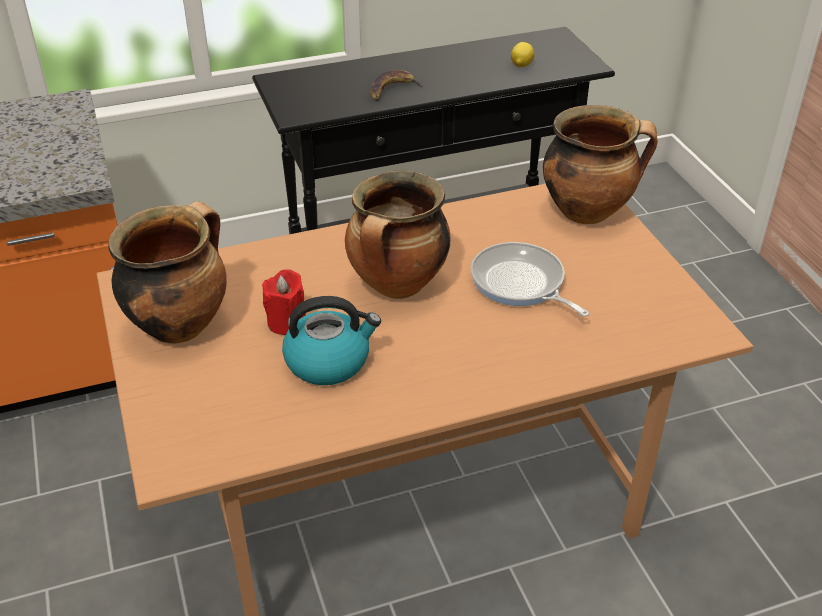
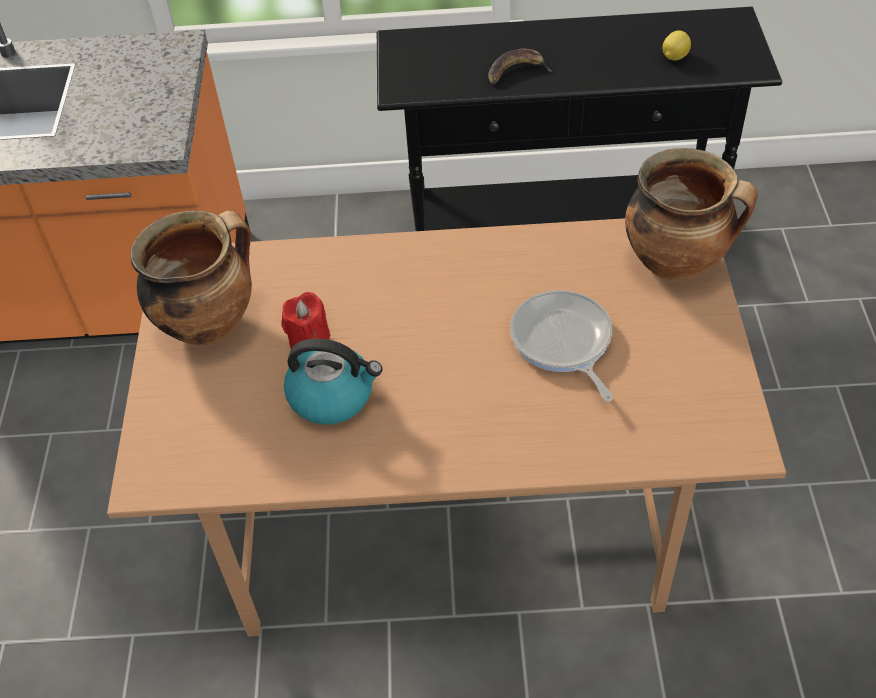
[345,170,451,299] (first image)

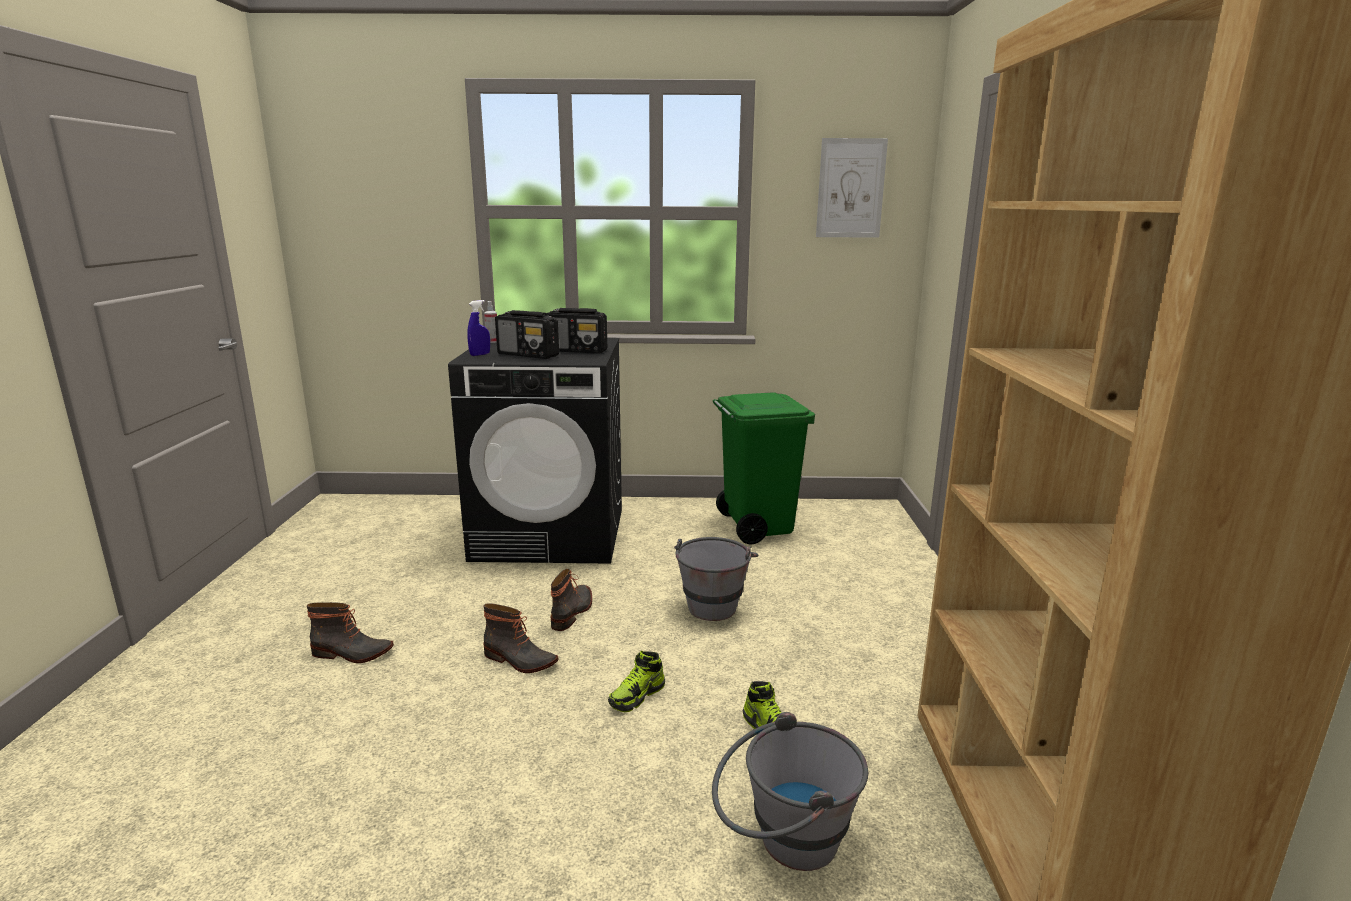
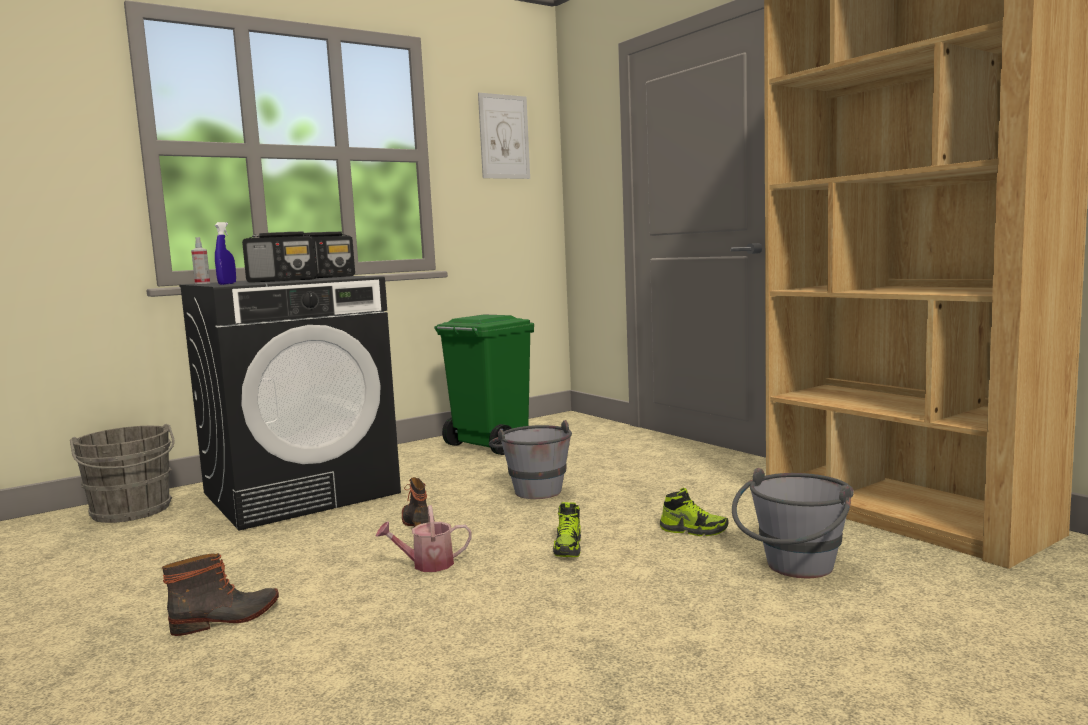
[376,505,472,572]
[70,424,175,523]

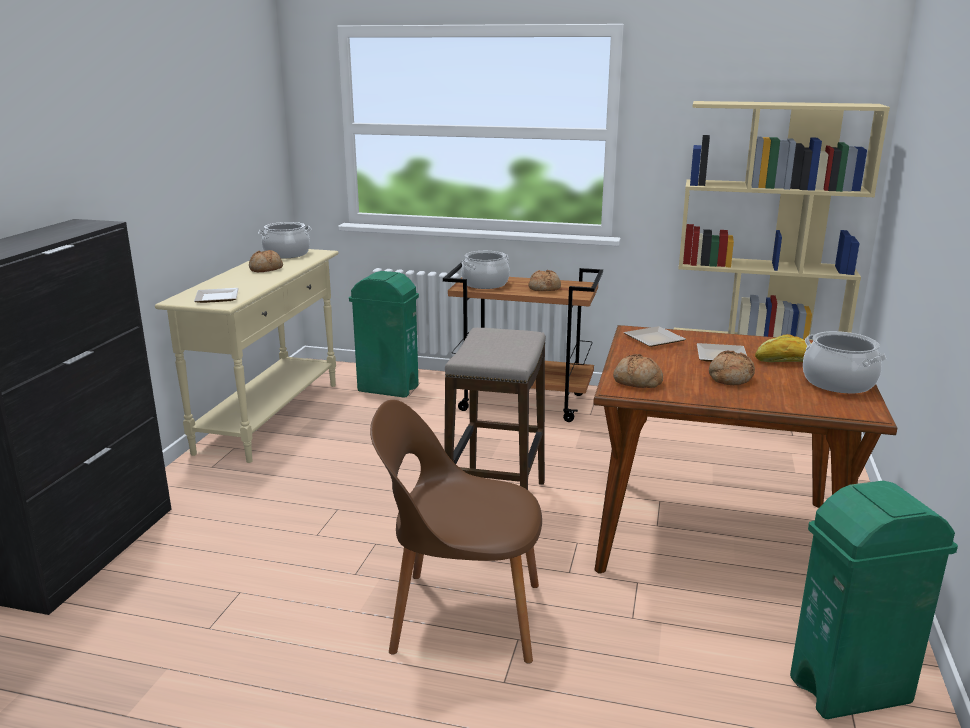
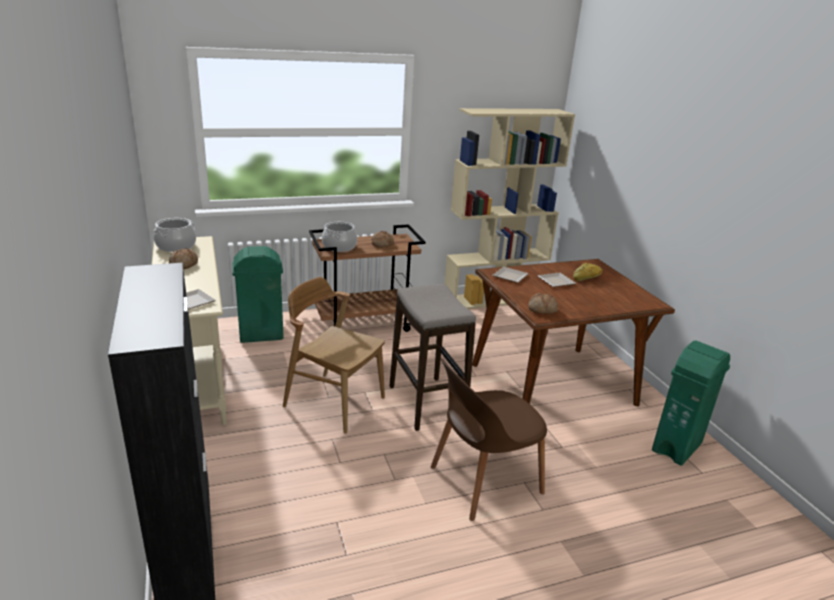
[709,351,755,385] (first image)
[803,331,886,393] (first image)
[283,277,385,434]

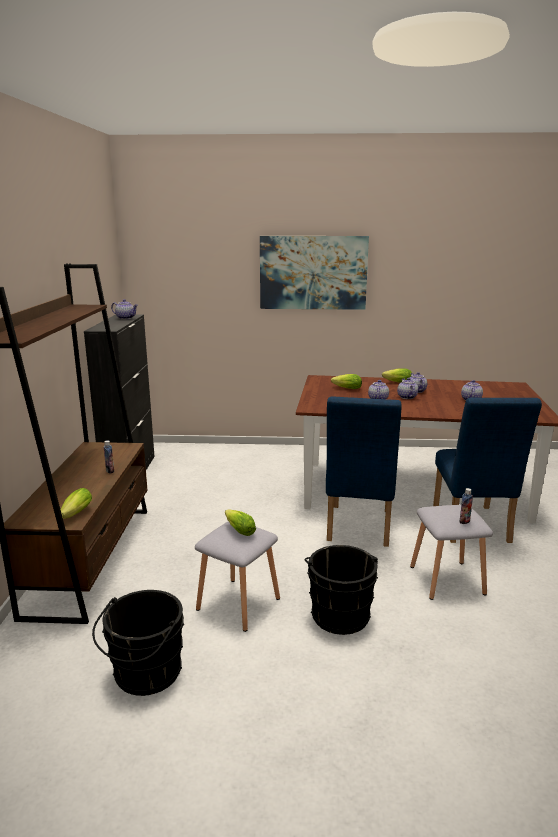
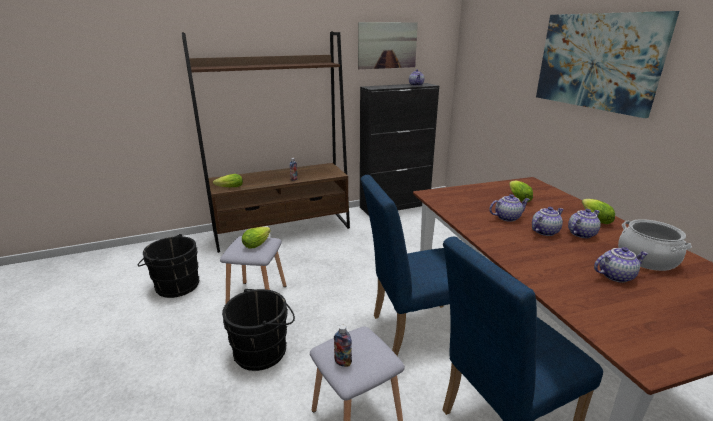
[358,22,418,69]
[618,219,692,271]

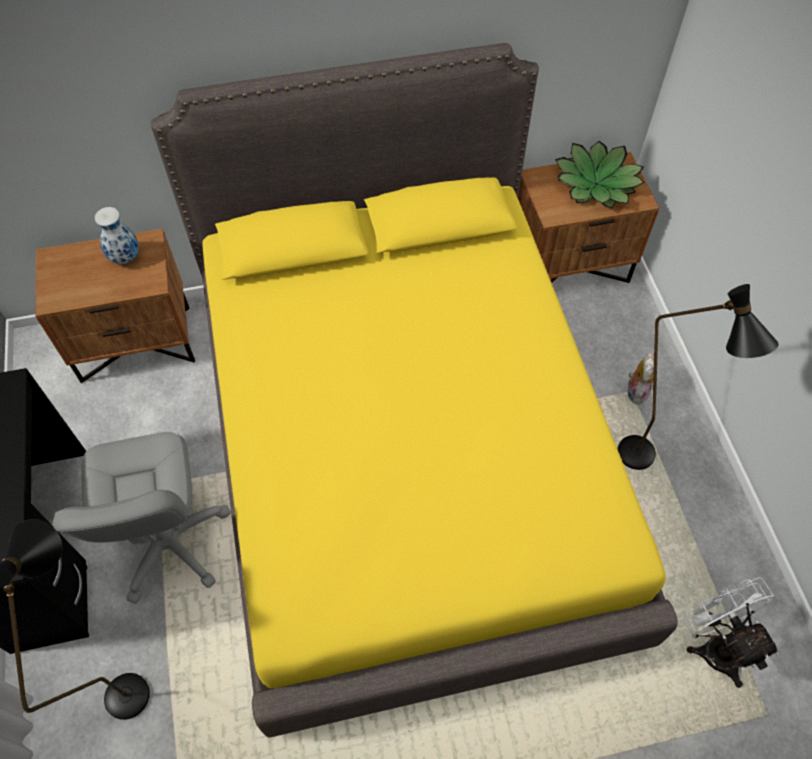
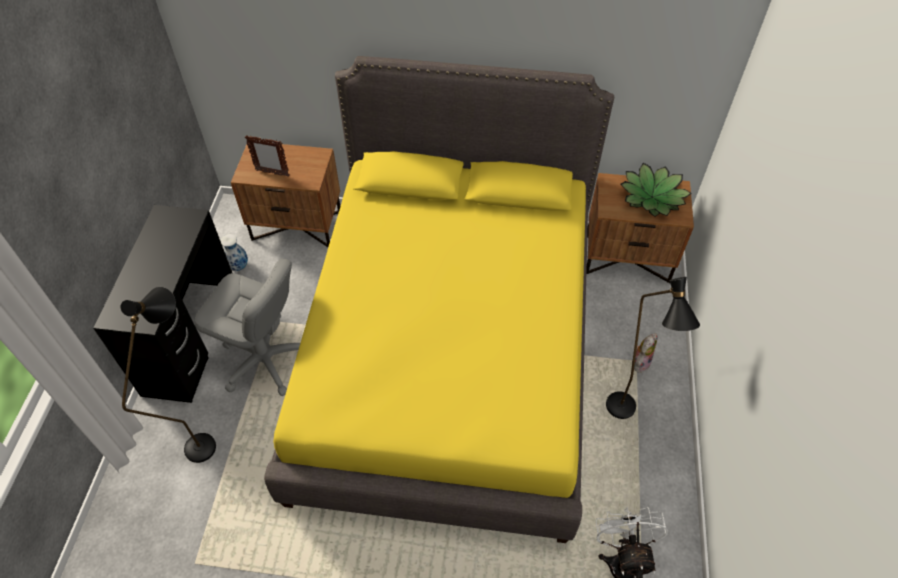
[194,258,300,396]
[221,234,248,271]
[245,135,290,177]

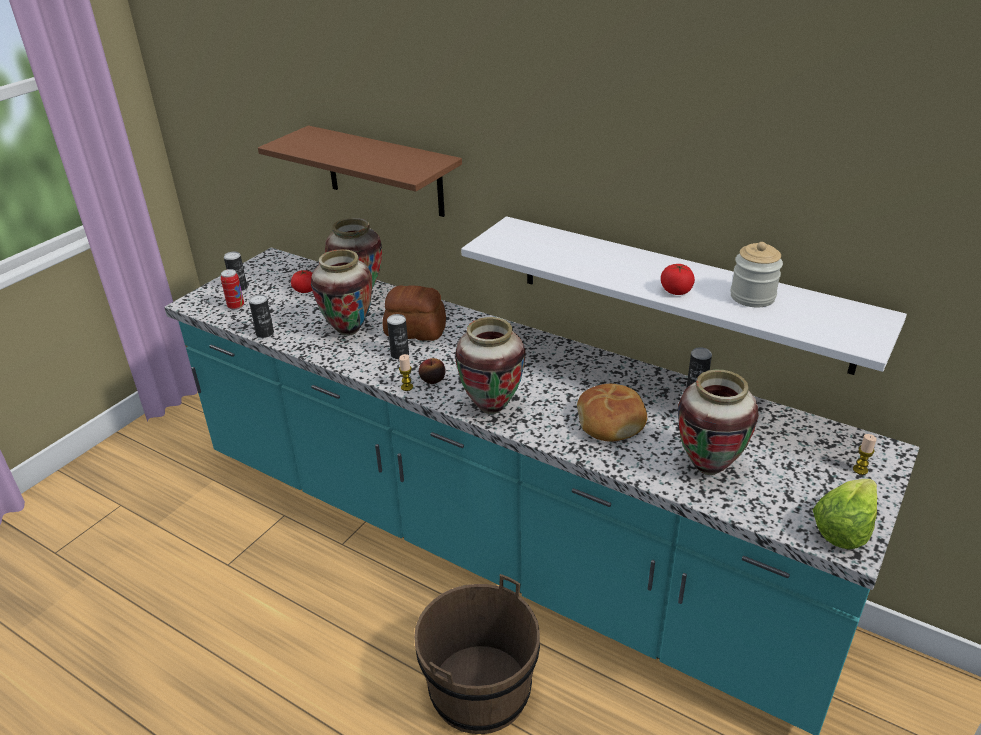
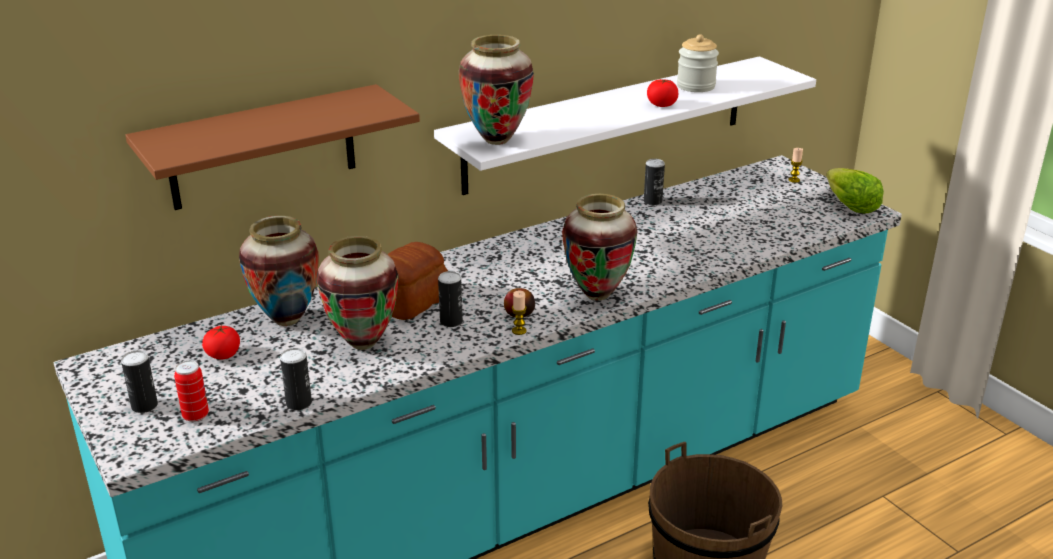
[577,384,647,441] (first image)
[459,35,534,145]

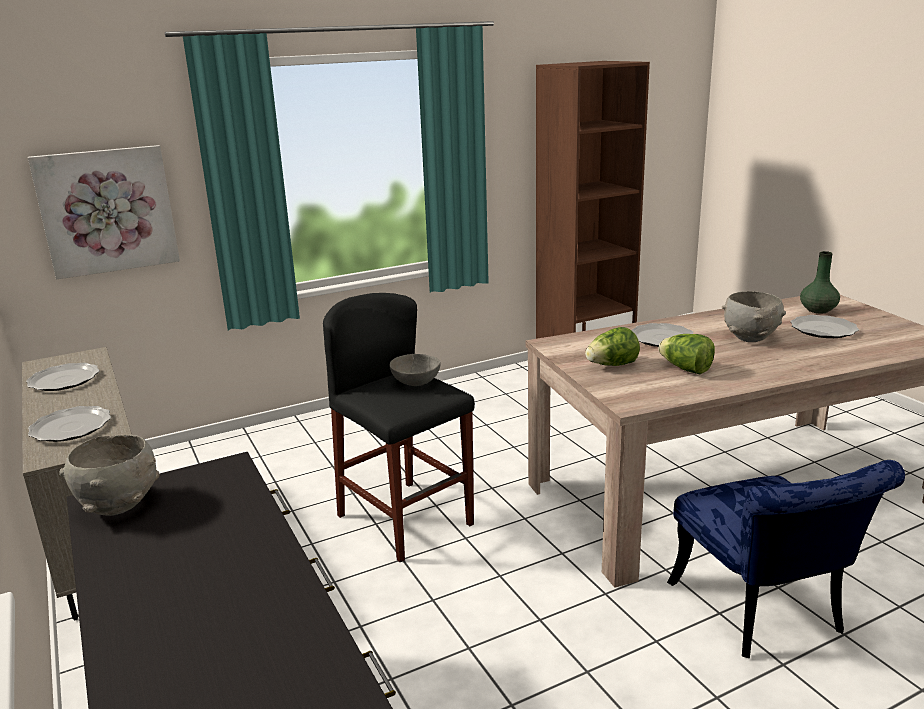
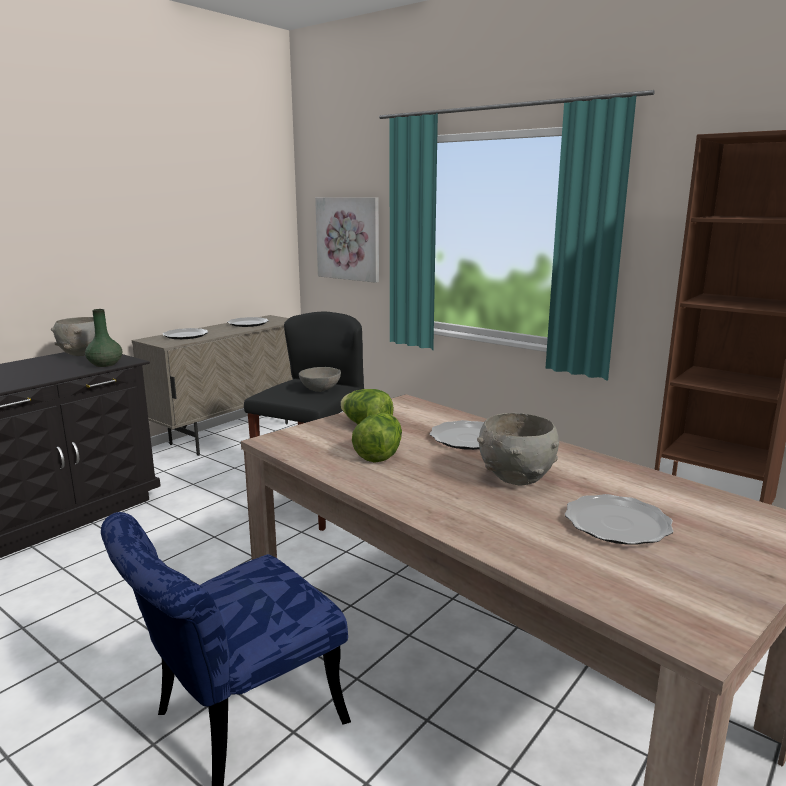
[85,309,122,367]

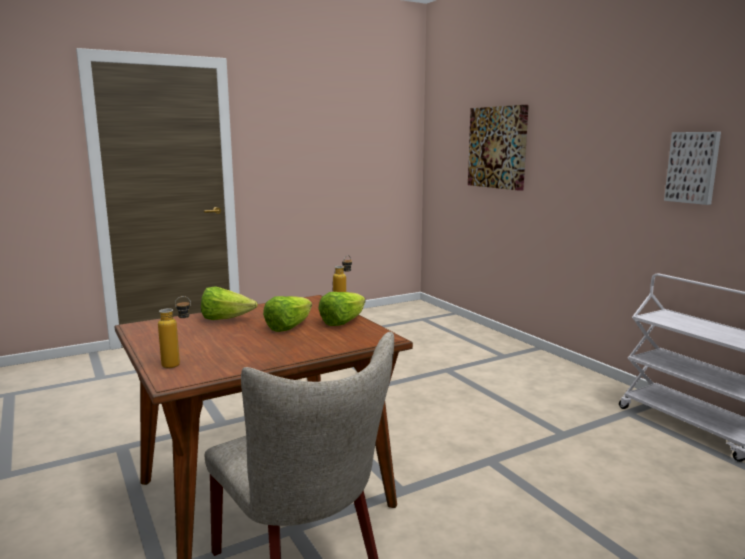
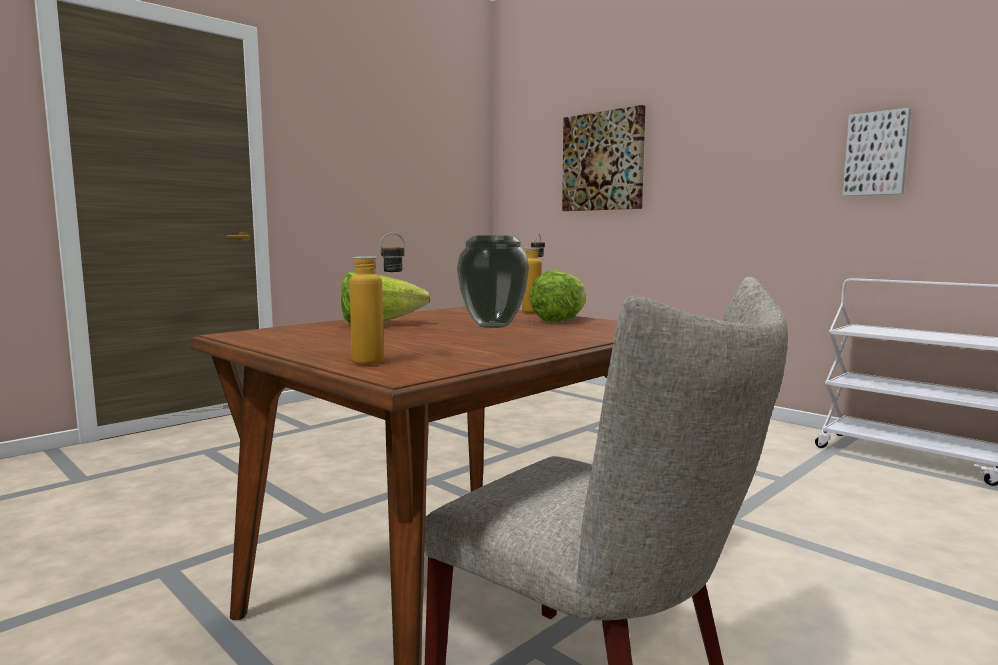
[457,236,529,328]

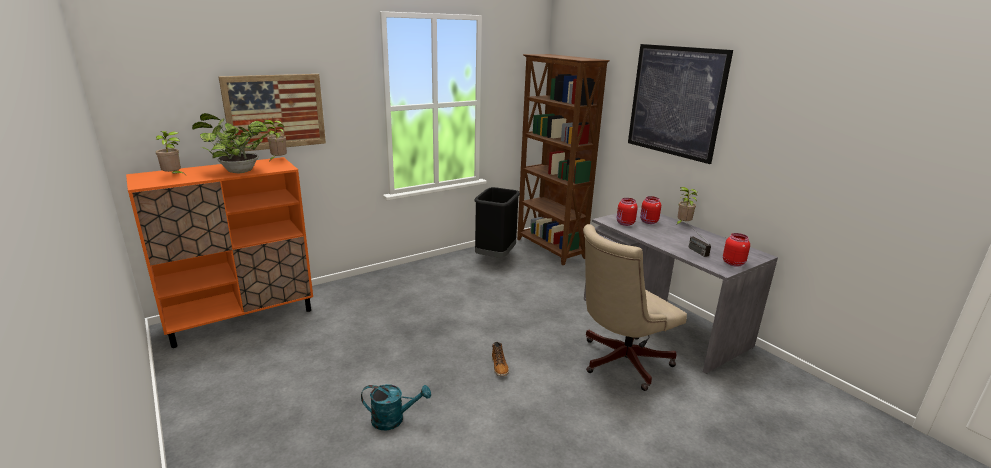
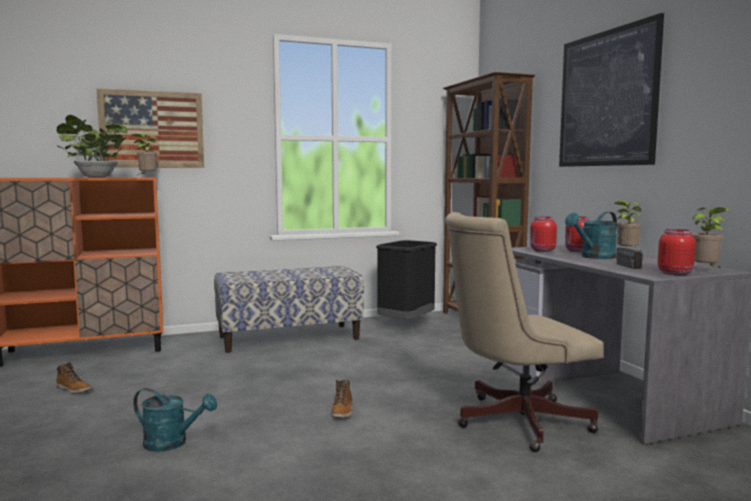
[691,207,730,271]
[56,363,92,394]
[214,266,364,353]
[565,212,617,259]

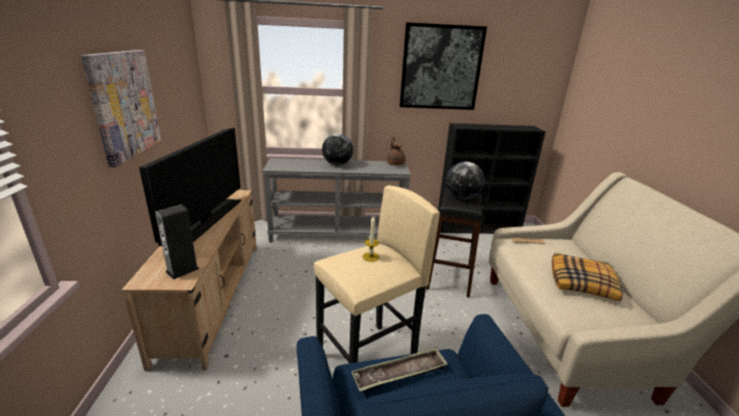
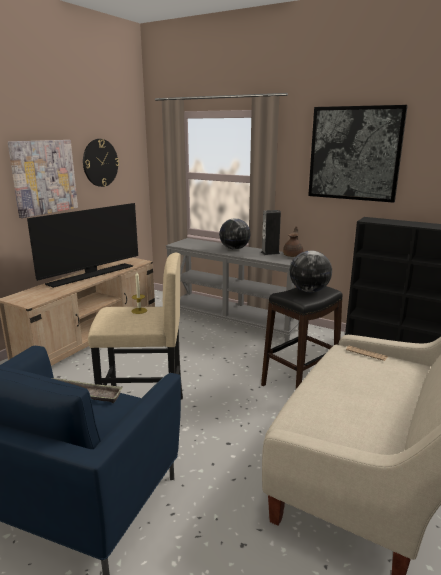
[261,210,281,255]
[552,253,623,302] (first image)
[83,139,119,187]

